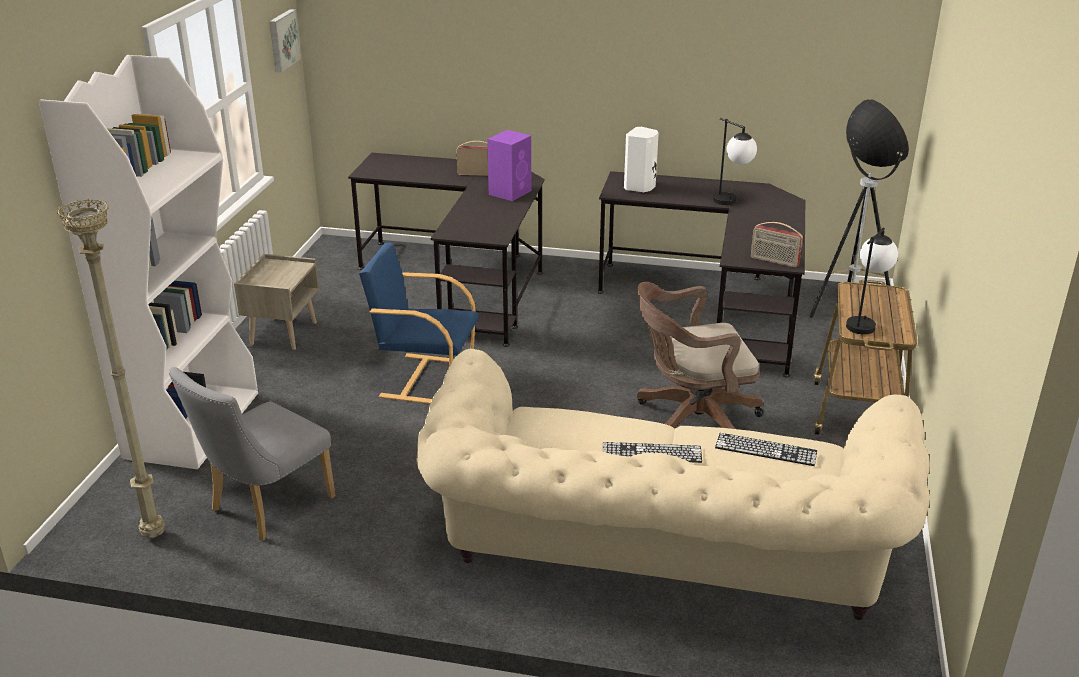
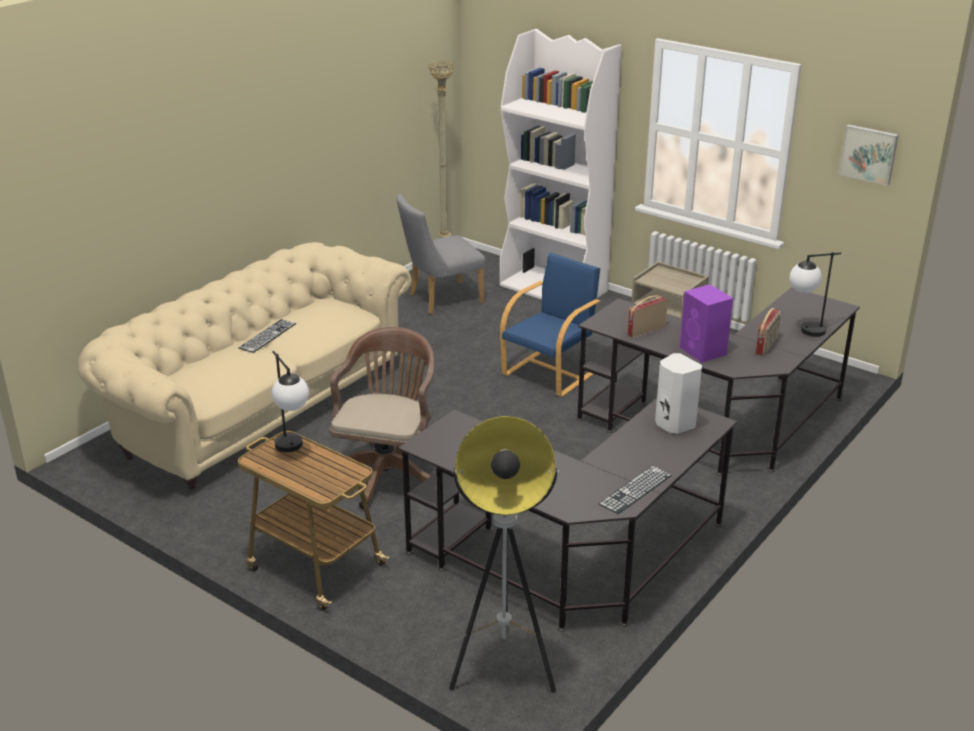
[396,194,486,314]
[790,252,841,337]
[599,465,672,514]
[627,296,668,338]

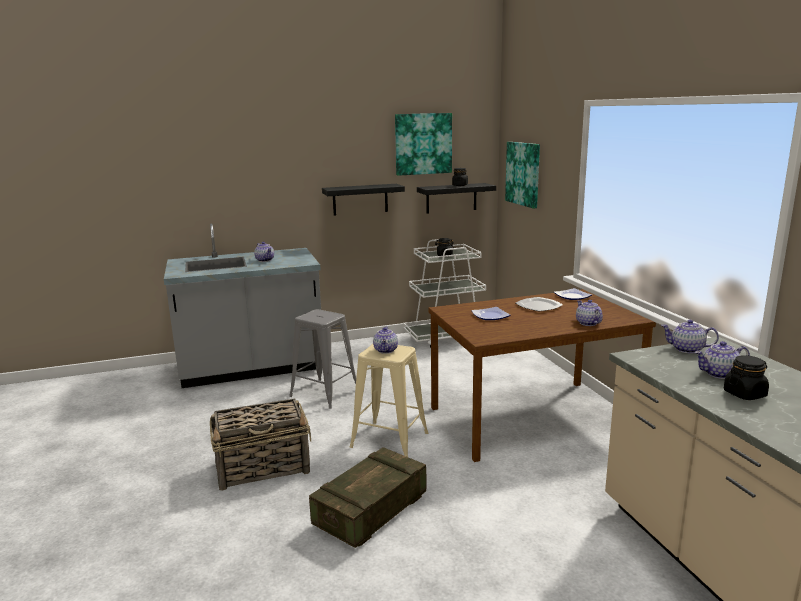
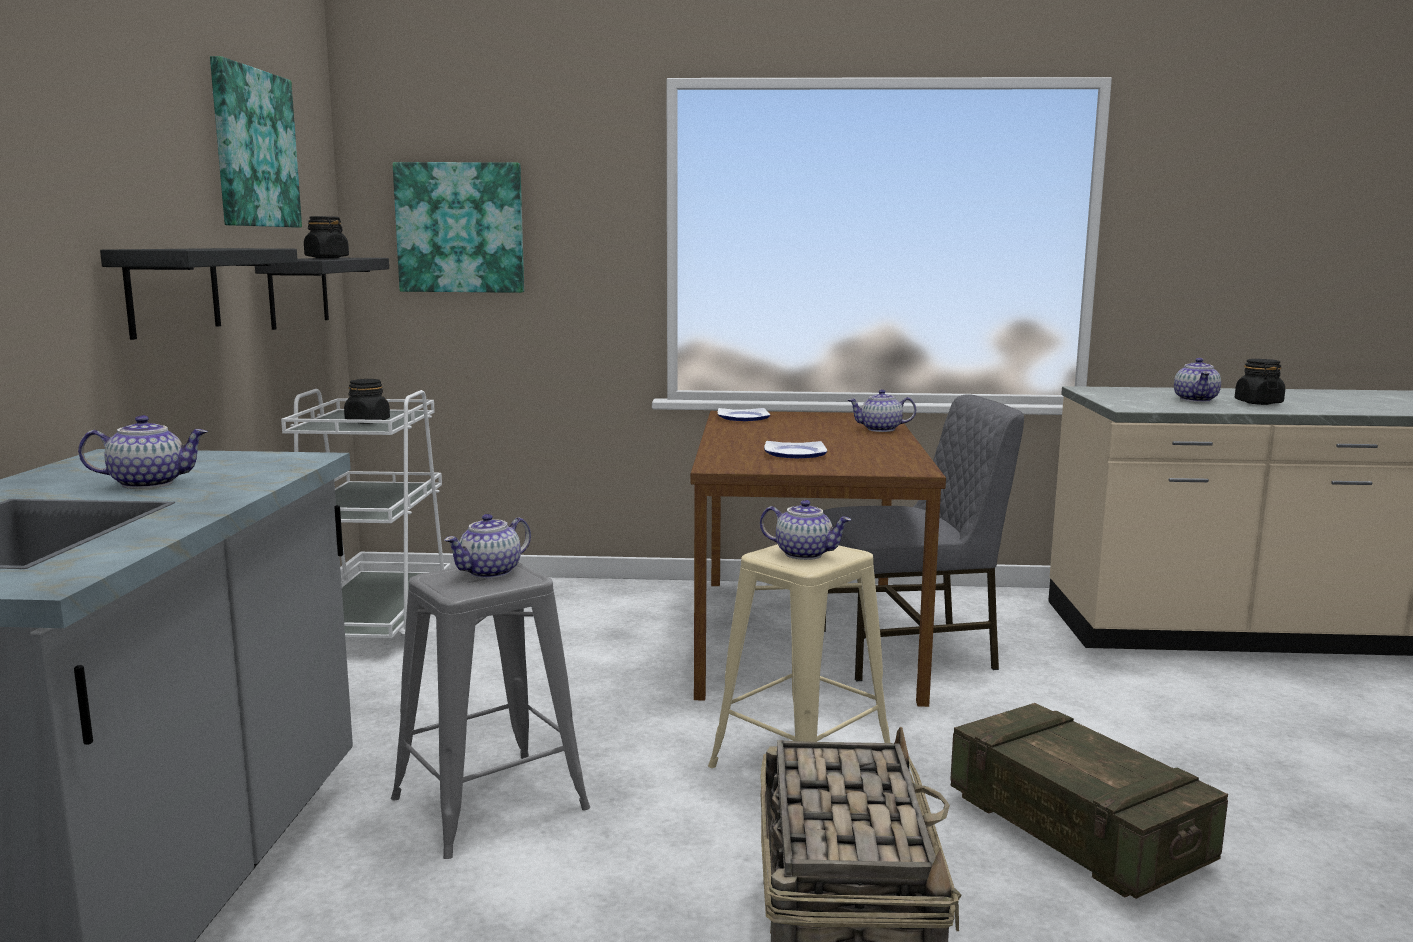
[516,297,563,311] (first image)
[444,514,531,579]
[823,395,1024,682]

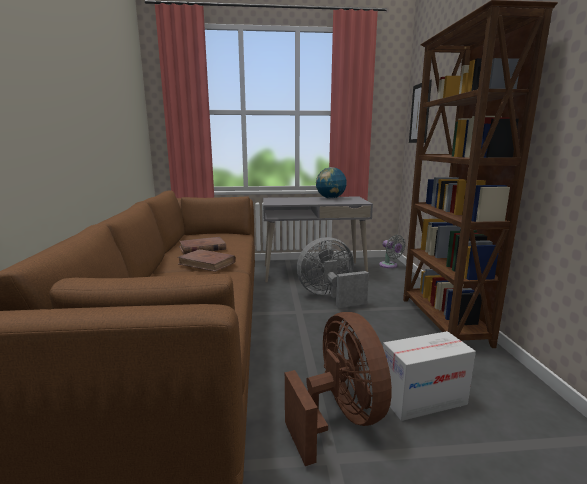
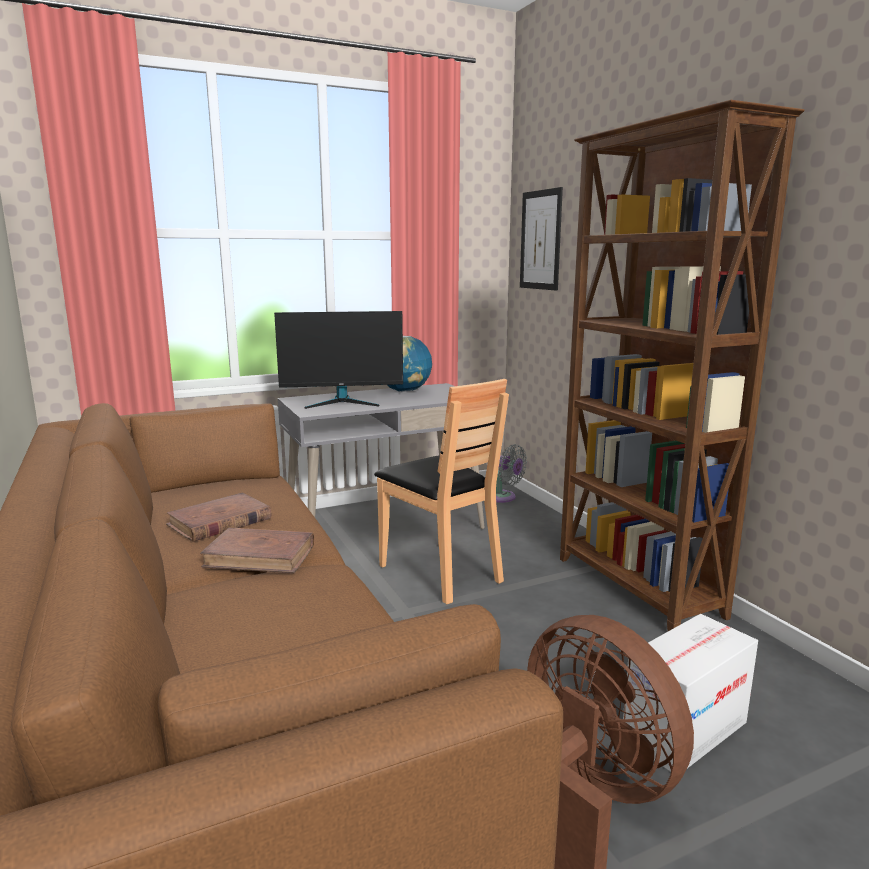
[374,379,509,604]
[274,311,403,409]

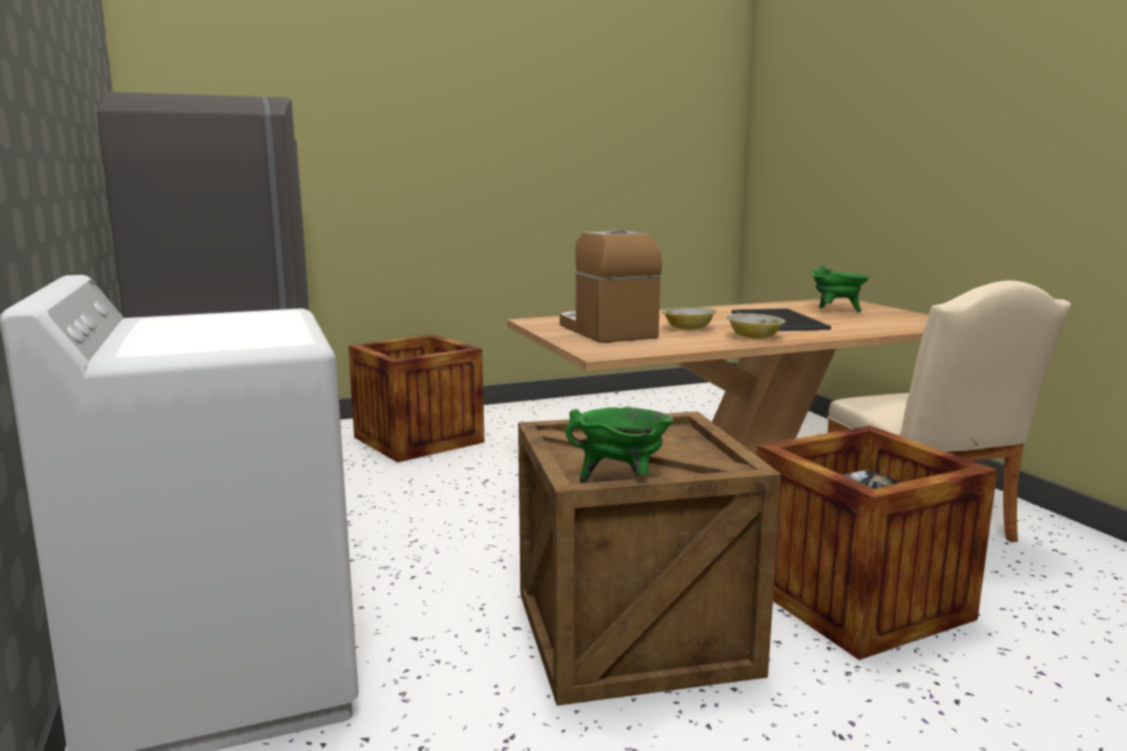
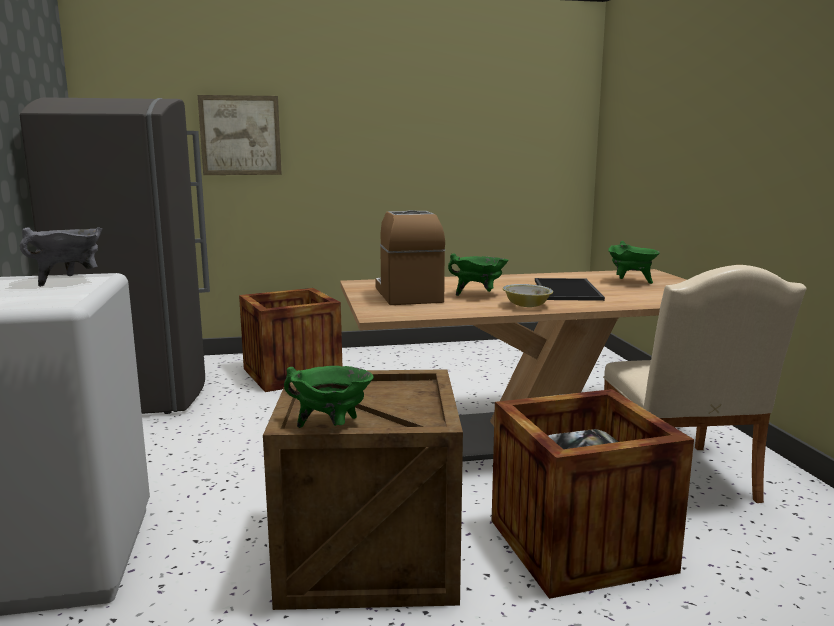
[448,253,509,296]
[20,227,102,287]
[198,95,282,175]

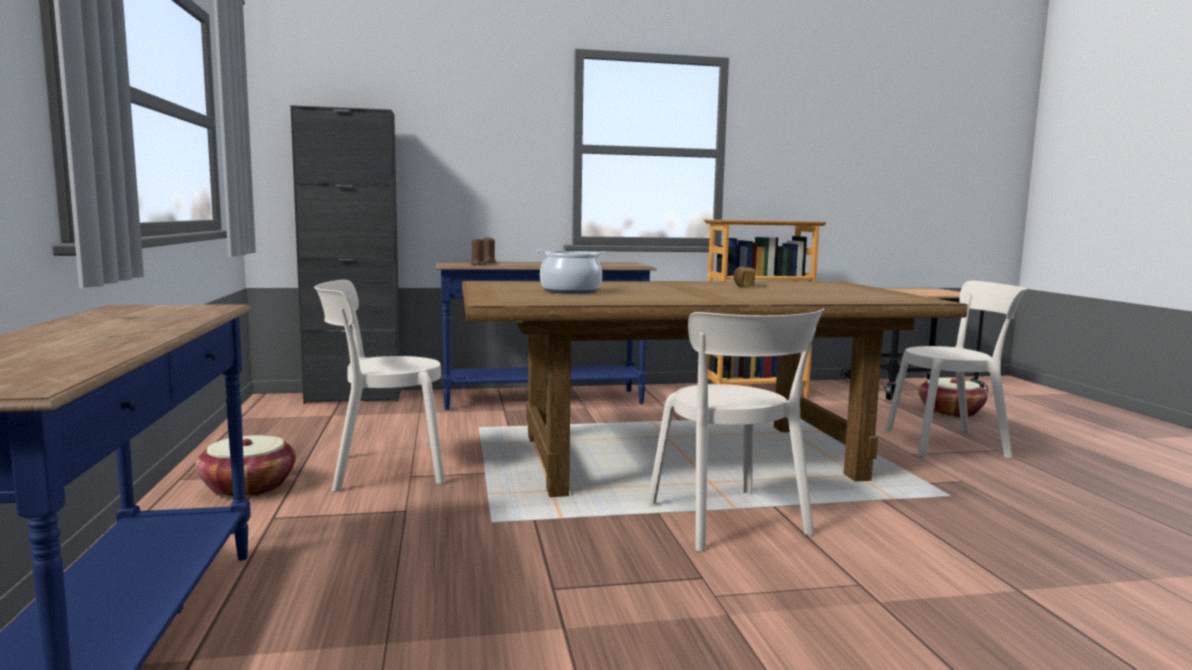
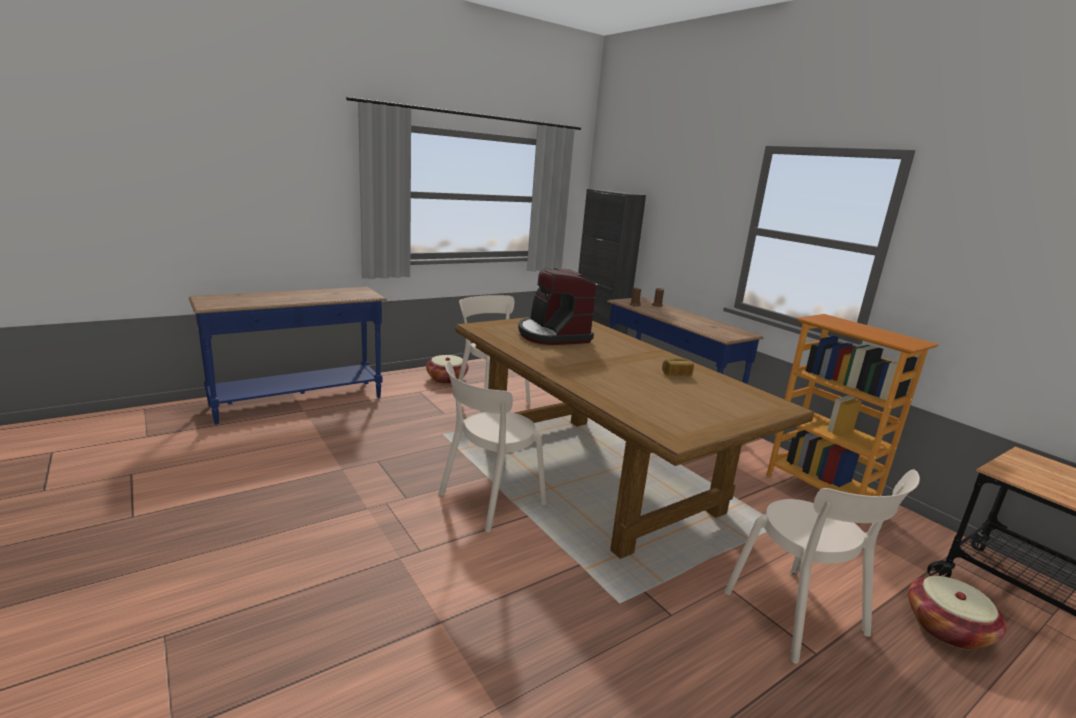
[518,268,596,345]

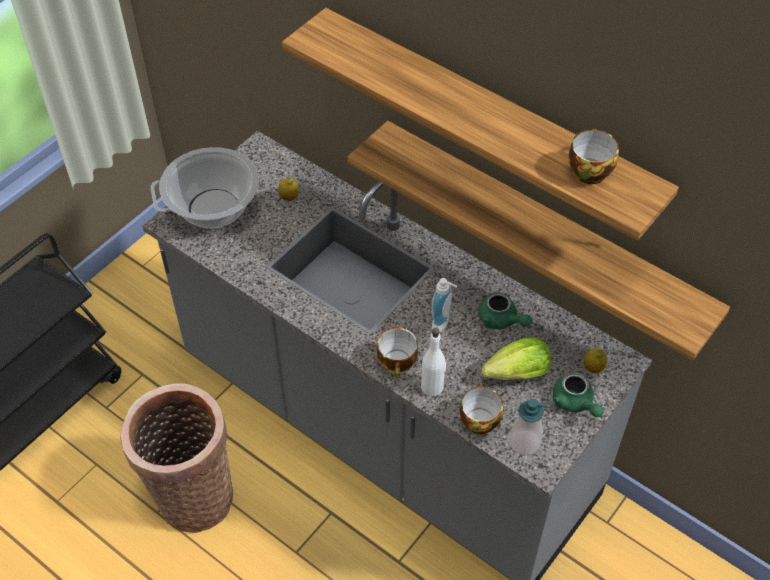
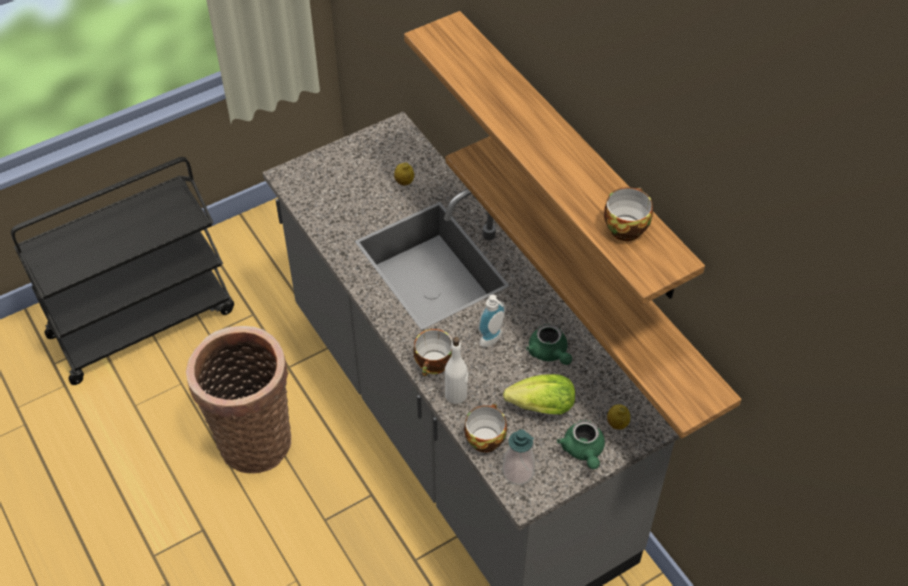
[151,147,269,228] (first image)

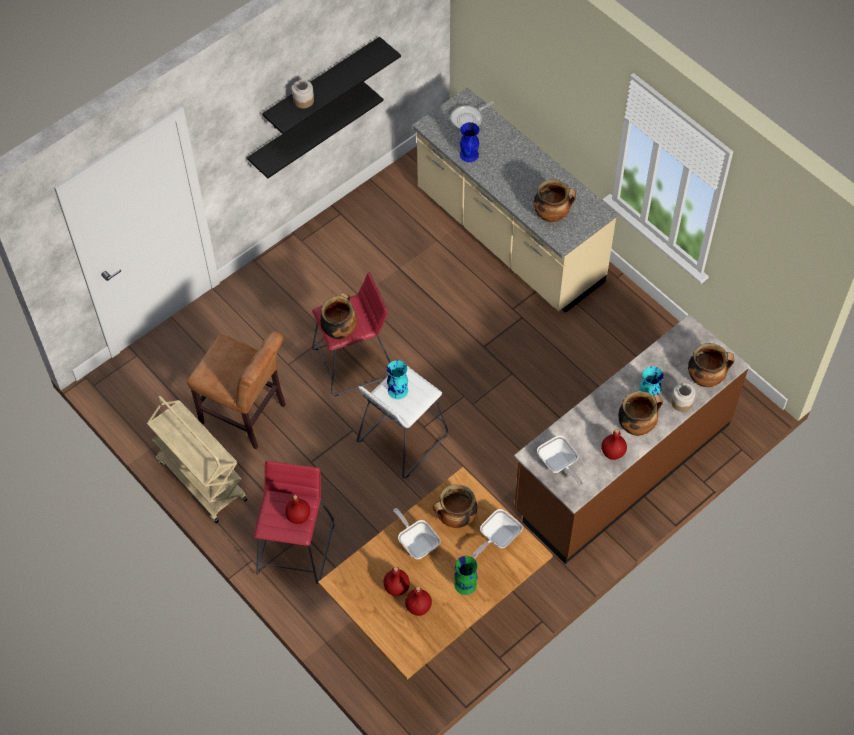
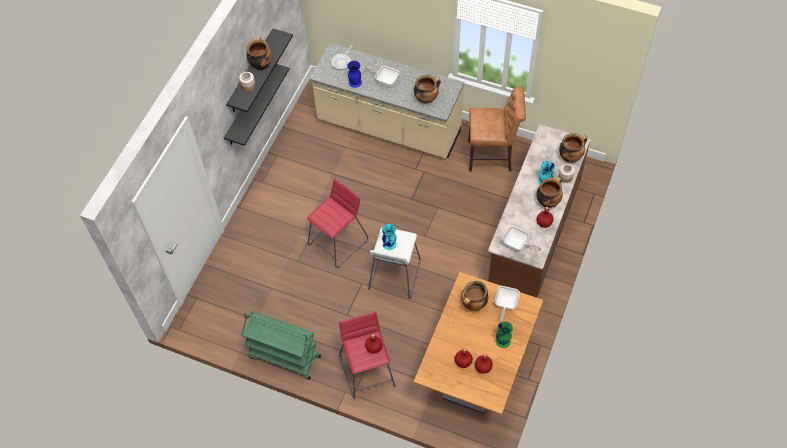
[241,311,321,380]
[468,86,526,172]
[247,37,272,70]
[365,66,399,87]

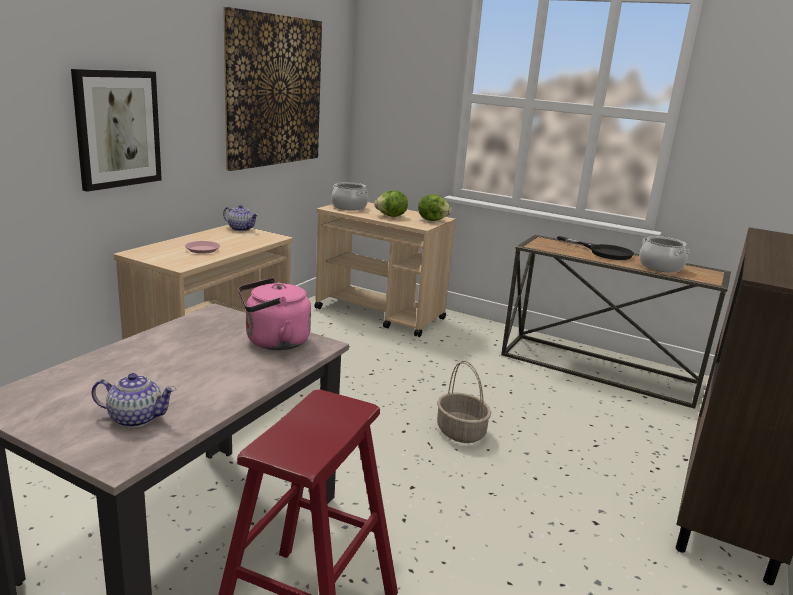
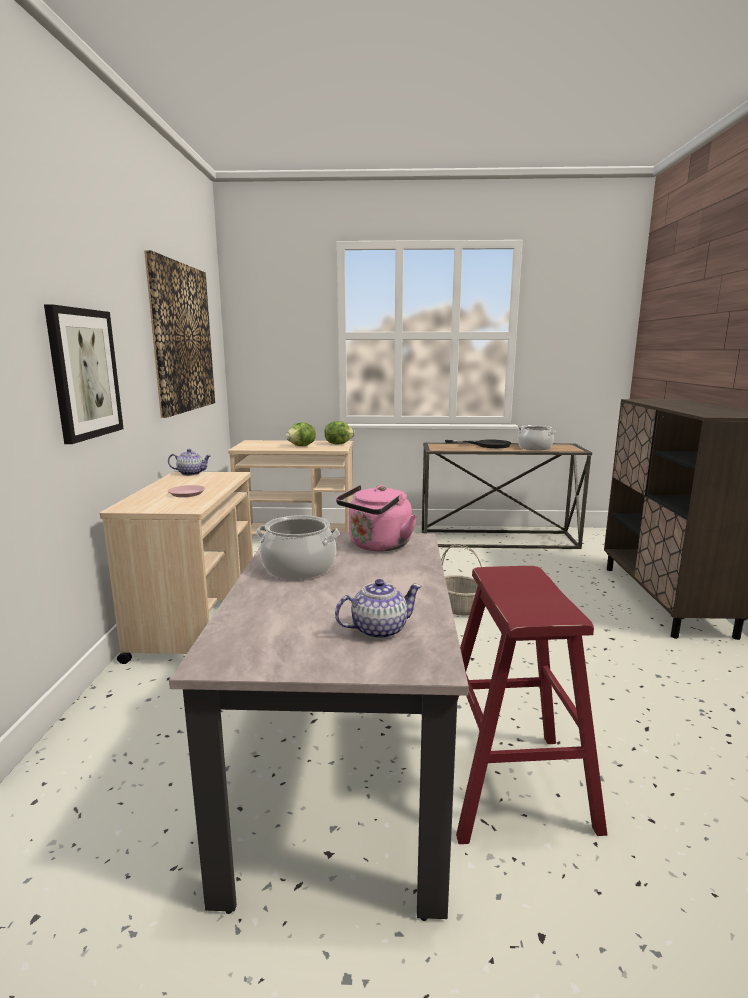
[256,515,340,580]

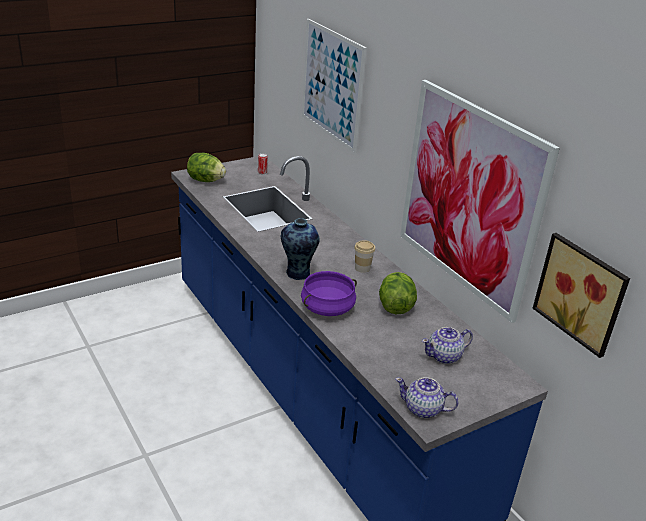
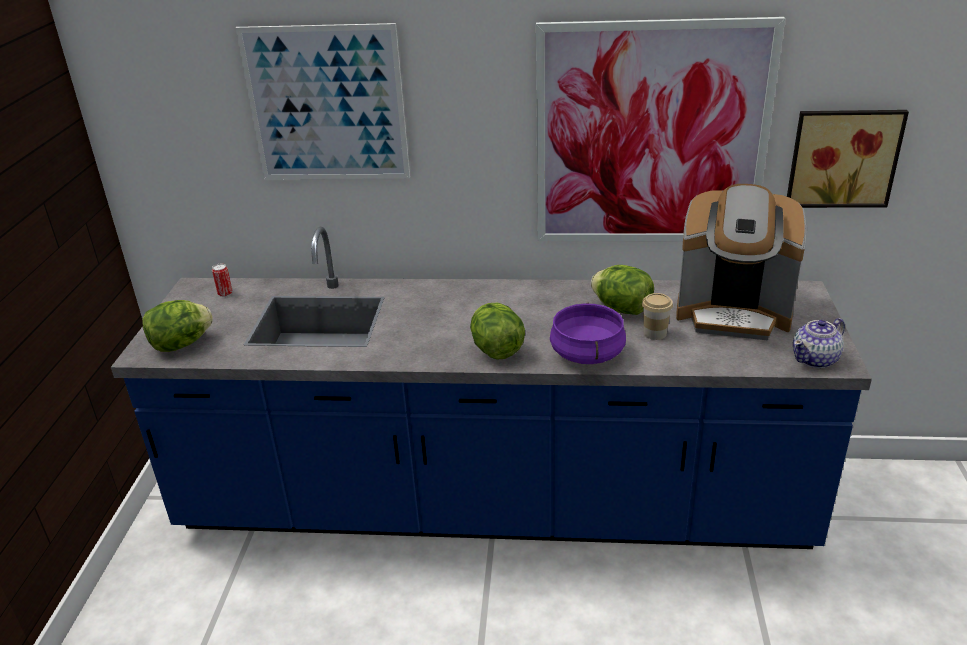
[470,303,525,360]
[642,293,673,340]
[676,184,806,340]

